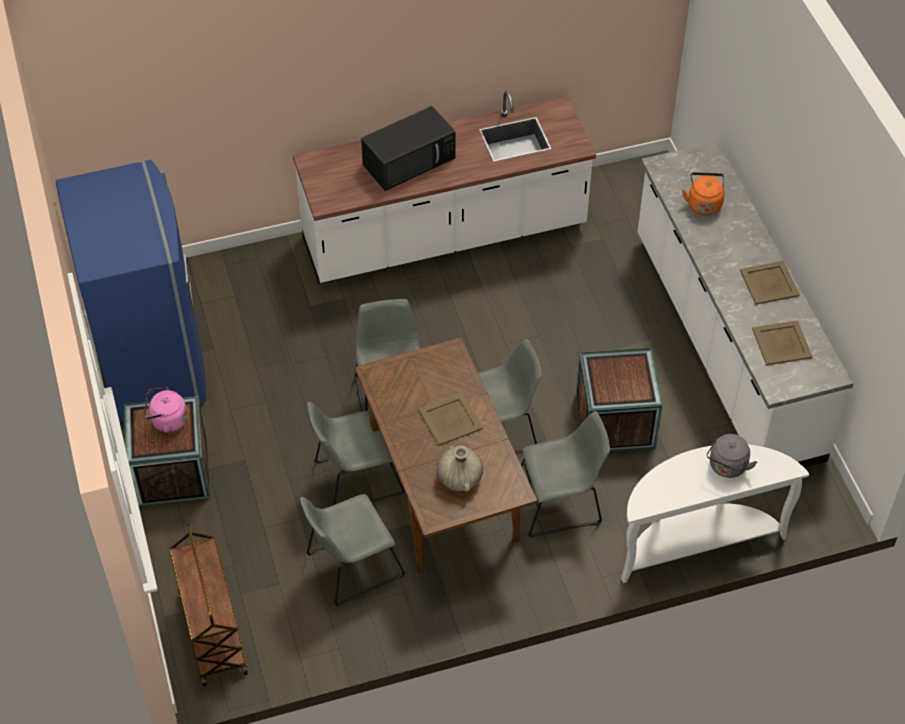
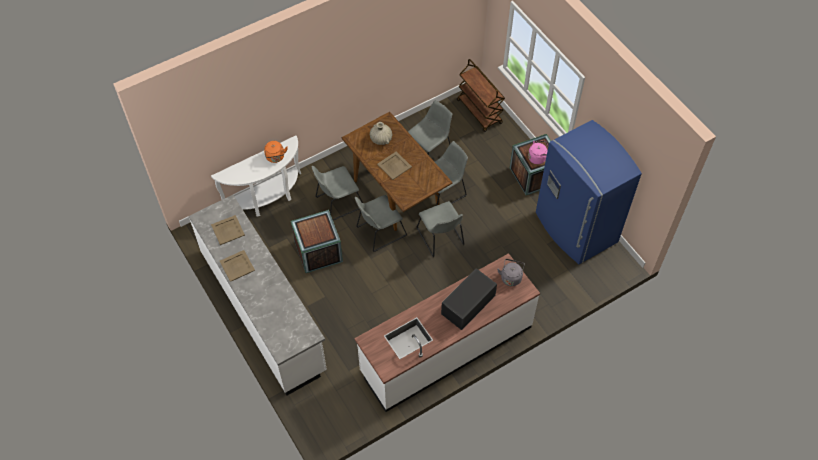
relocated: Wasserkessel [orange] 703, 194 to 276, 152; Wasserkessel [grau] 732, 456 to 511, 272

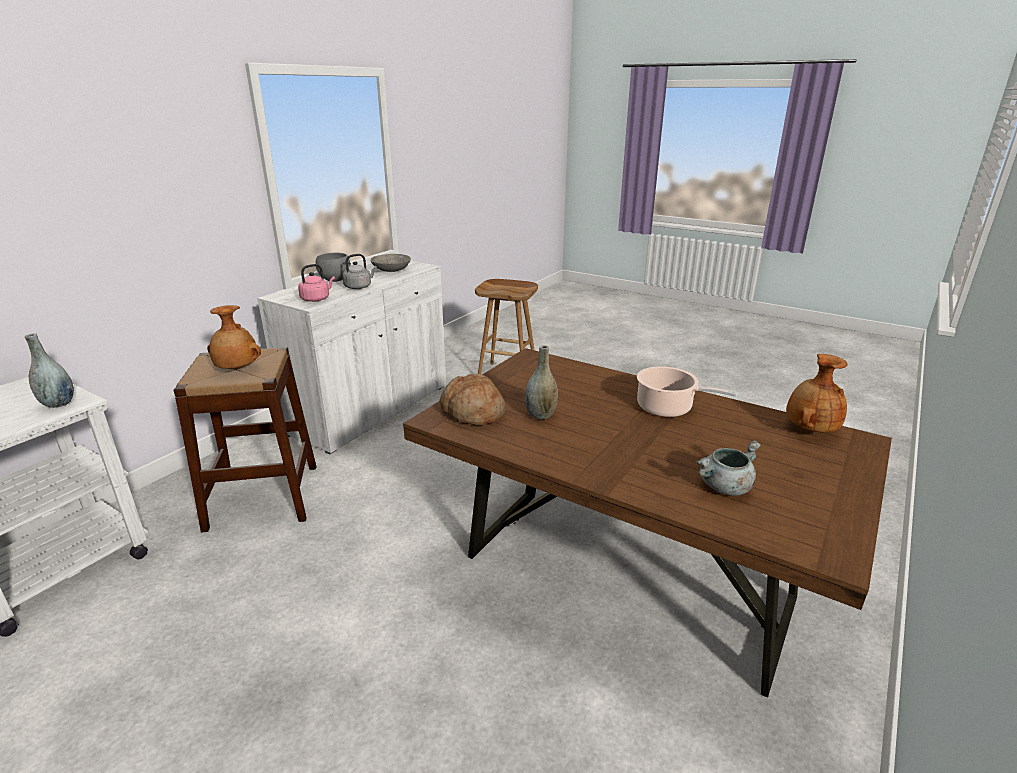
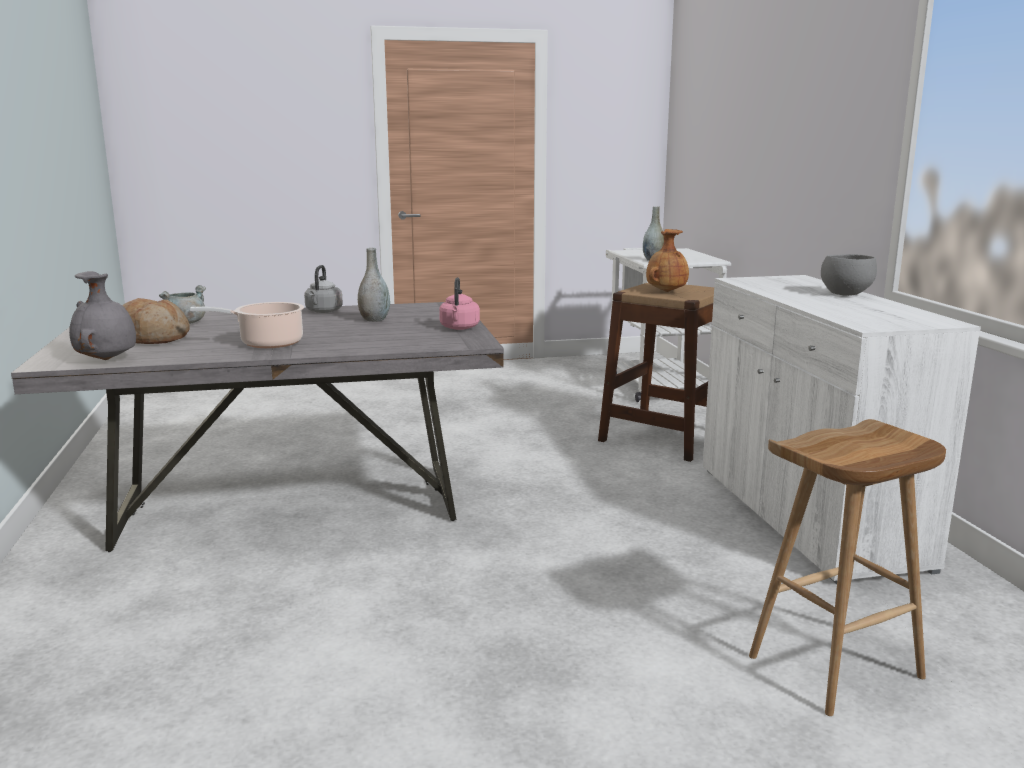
missing: Schüssel [grau] 390, 263
relocated: Wasserkessel [grau] 360, 271 to 323, 289; Wasserkessel [rosa] 316, 283 to 459, 303; Brot 472, 399 to 156, 321
colour: Esstisch [braun] 647, 523 to Esstisch [grau] 257, 427; Vase [braun] 817, 393 to Vase [grau] 102, 315

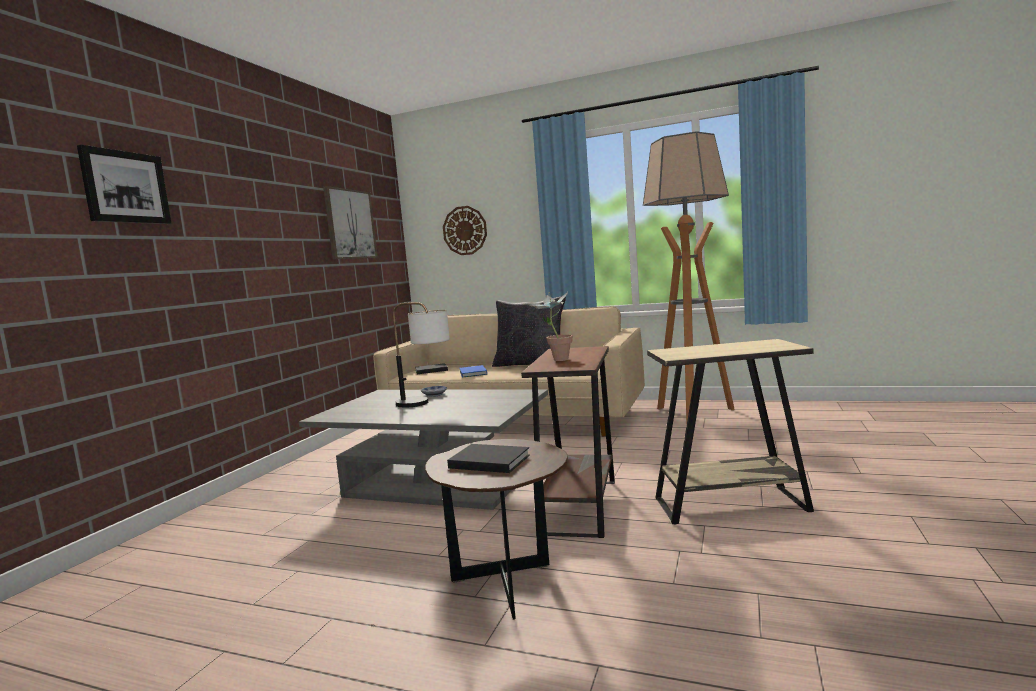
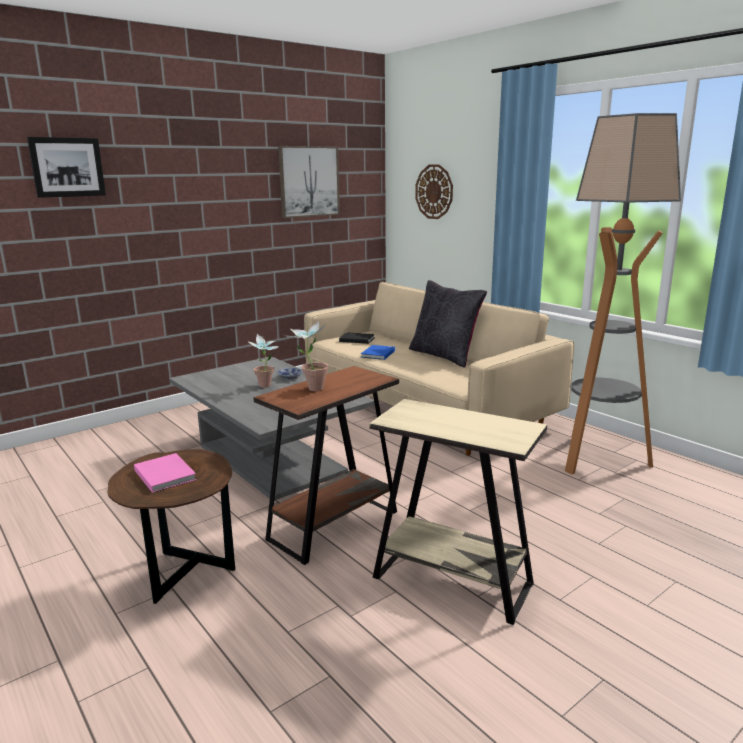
exchanged: Tischlampe 421, 354 to Topfpflanze 263, 361
colour: Buch [schwarz] 488, 458 to Buch [rosa] 165, 473

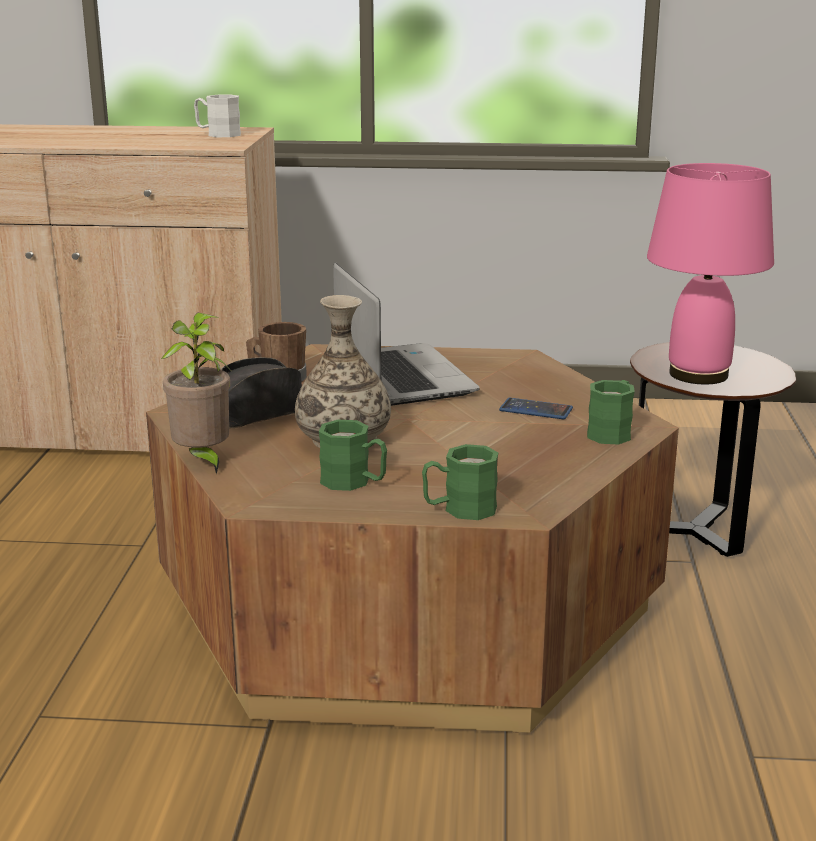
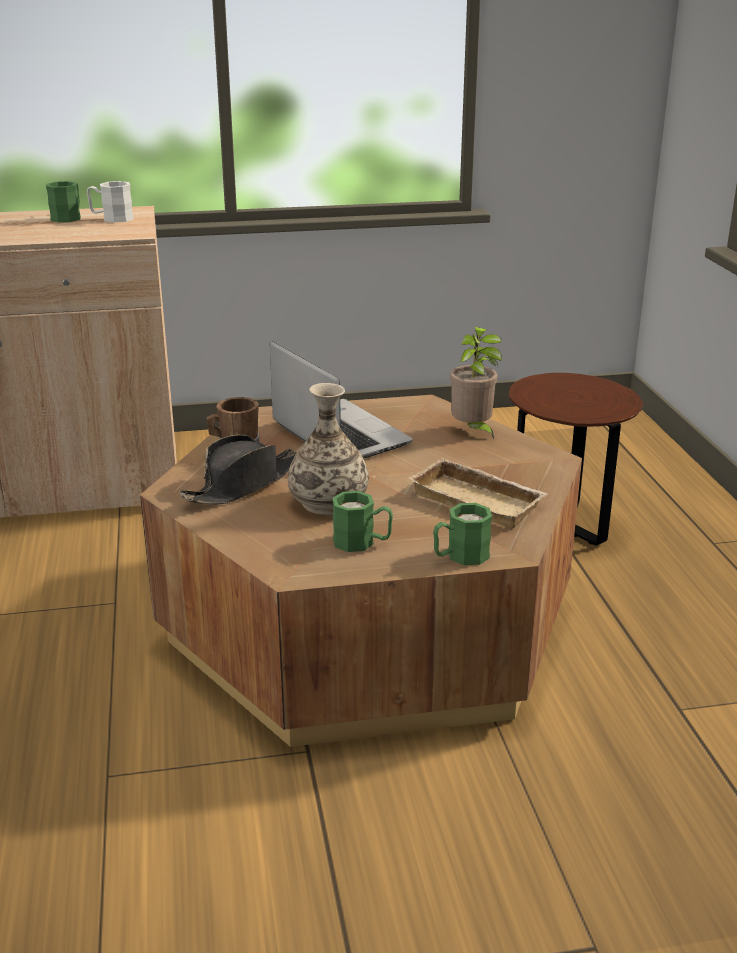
missing: Tischlampe [rosa] 710, 273; Handy 536, 408
appeared: Tablett [beige] 478, 493
relocated: Topfpflanze 195, 393 to 476, 383; Henkelbecher [grün] 611, 412 to 63, 202

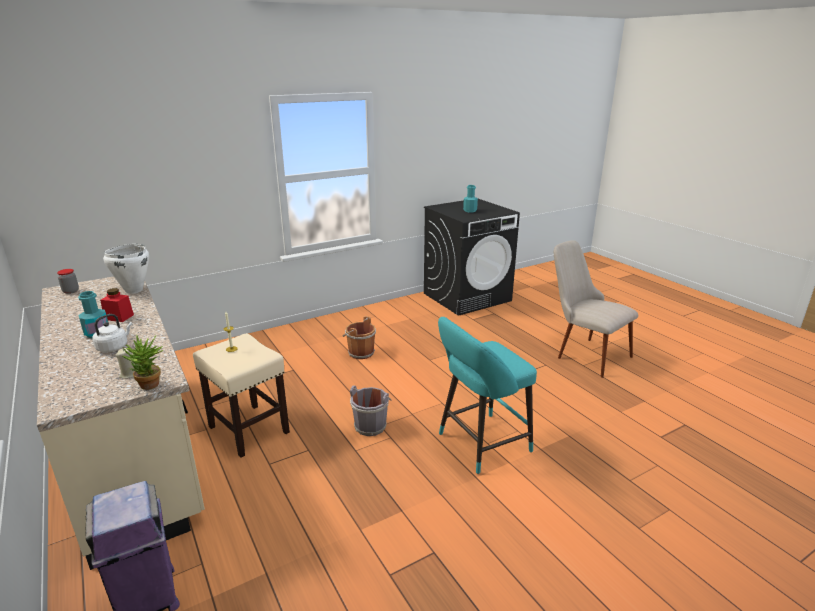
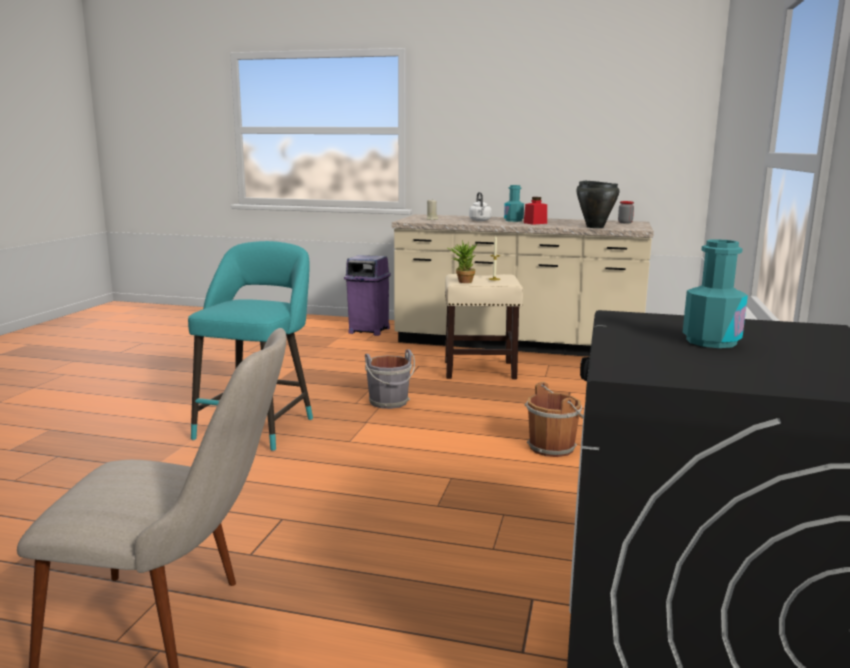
relocated: Topfpflanze 143, 362 to 462, 261
colour: Kochtopf [weiß] 126, 269 to Kochtopf [schwarz] 597, 204

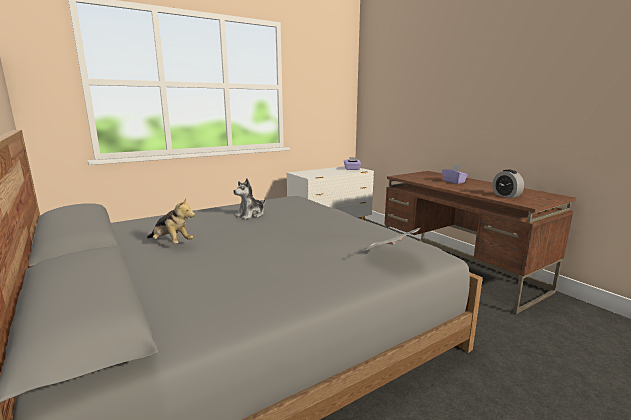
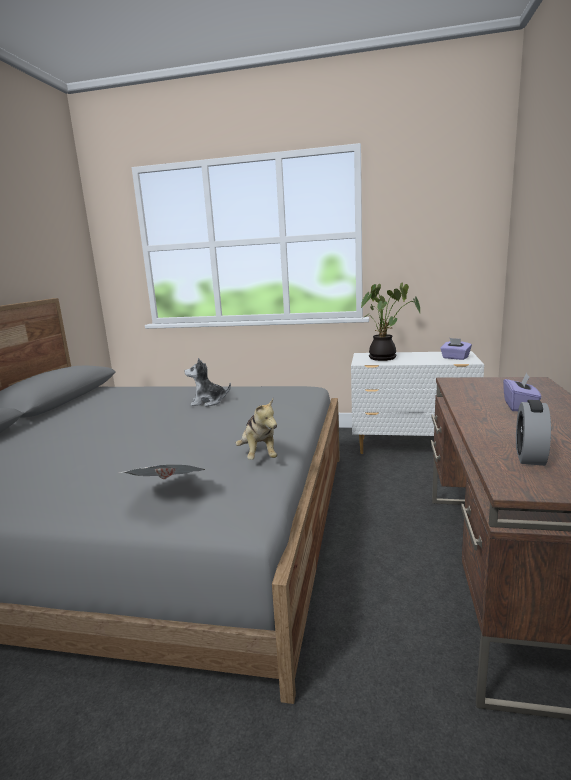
appeared: Topfpflanze 390, 322
relocated: Plüschtier 171, 221 to 256, 429

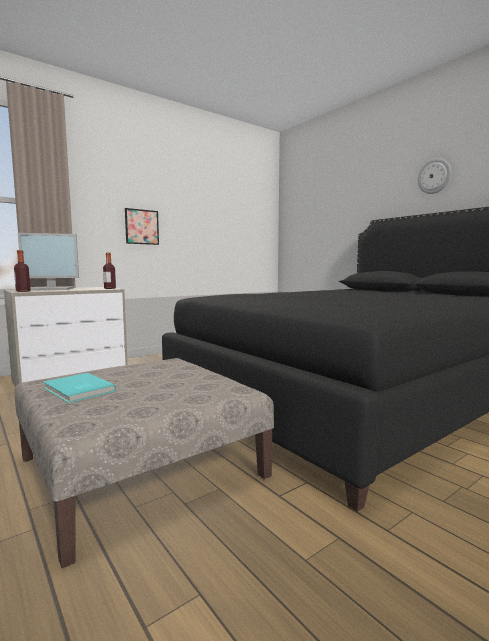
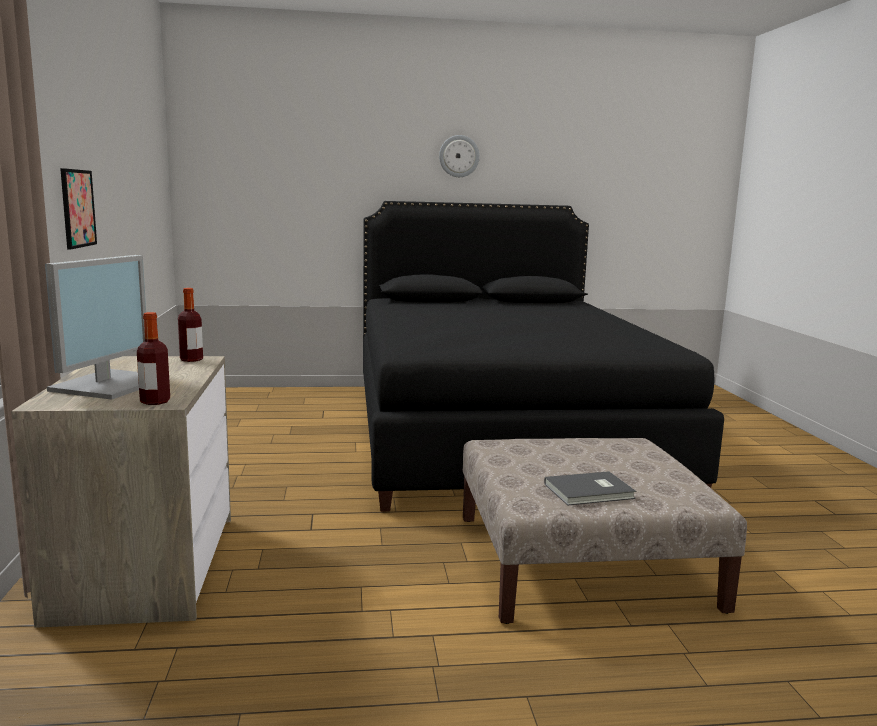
colour: Buch [türkis] 79, 388 to Buch [grau] 590, 488

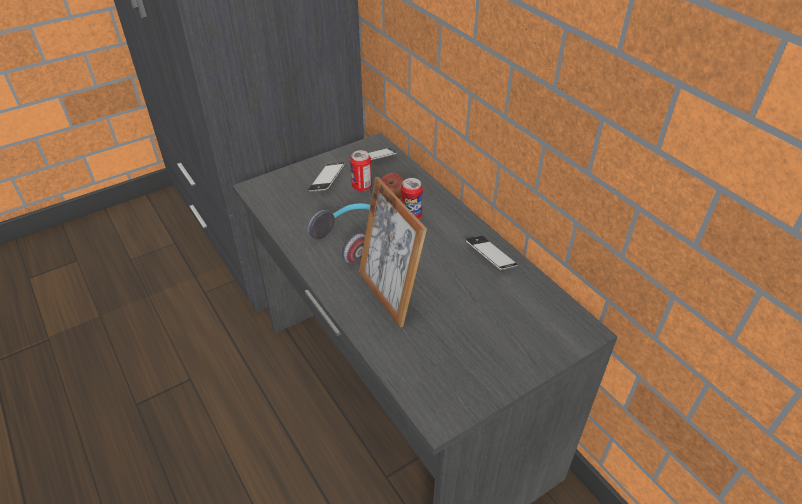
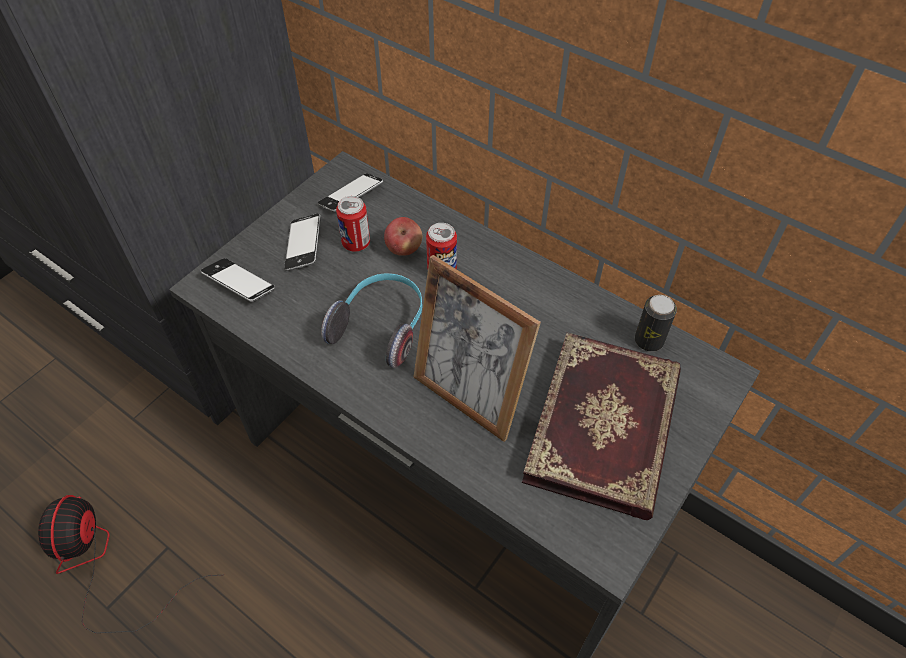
appeared: Dose 656, 323; Buch 601, 426; Ventilator 129, 564
relocated: Handy 491, 253 to 237, 280

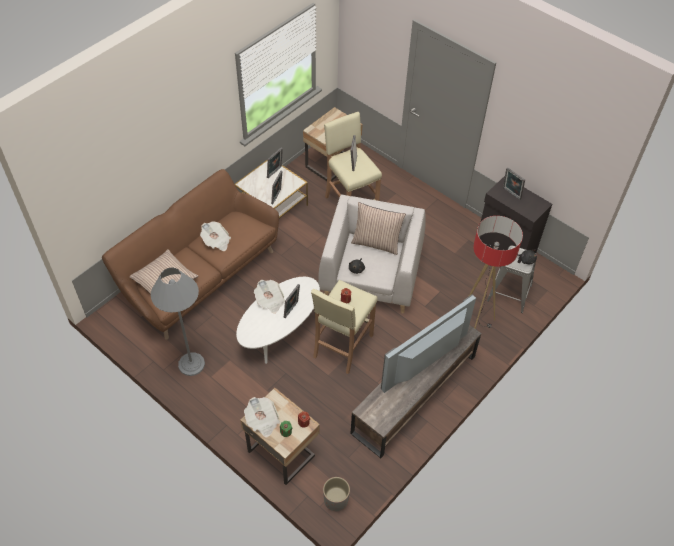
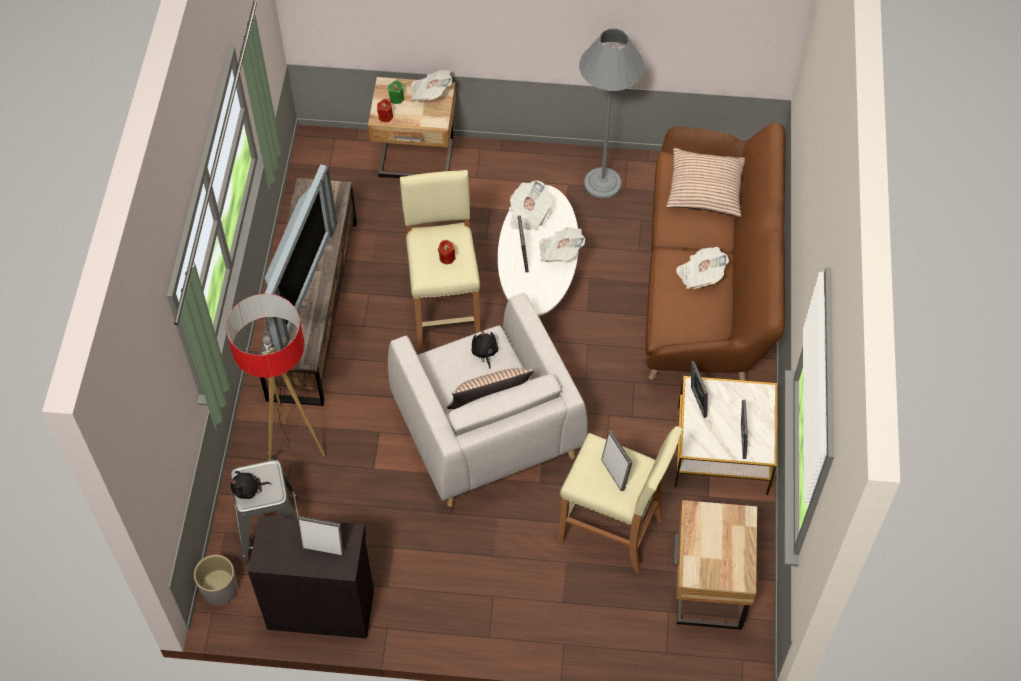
appeared: Zeitung 531, 206
relocated: Pflanzkübel [grau] 336, 494 to 216, 580

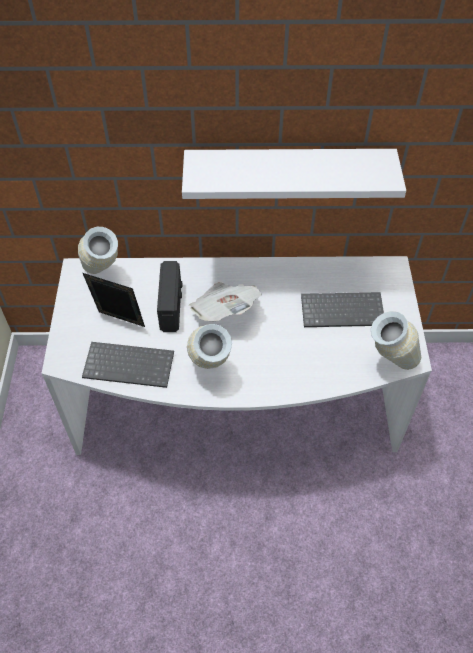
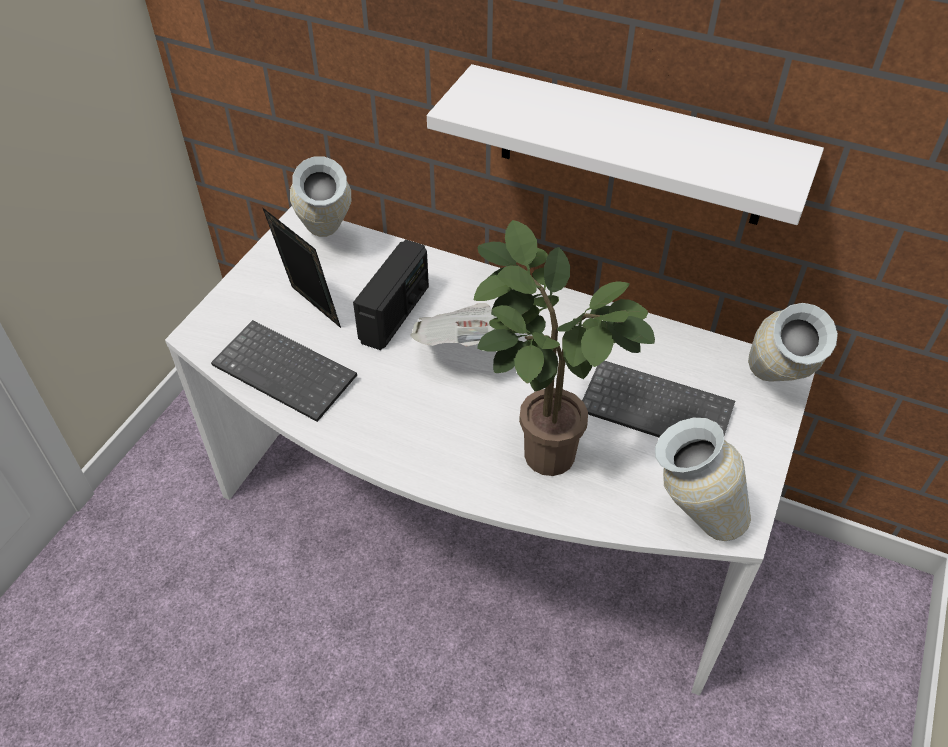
appeared: Topfpflanze 564, 348
relocated: Vase 209, 346 to 793, 342

